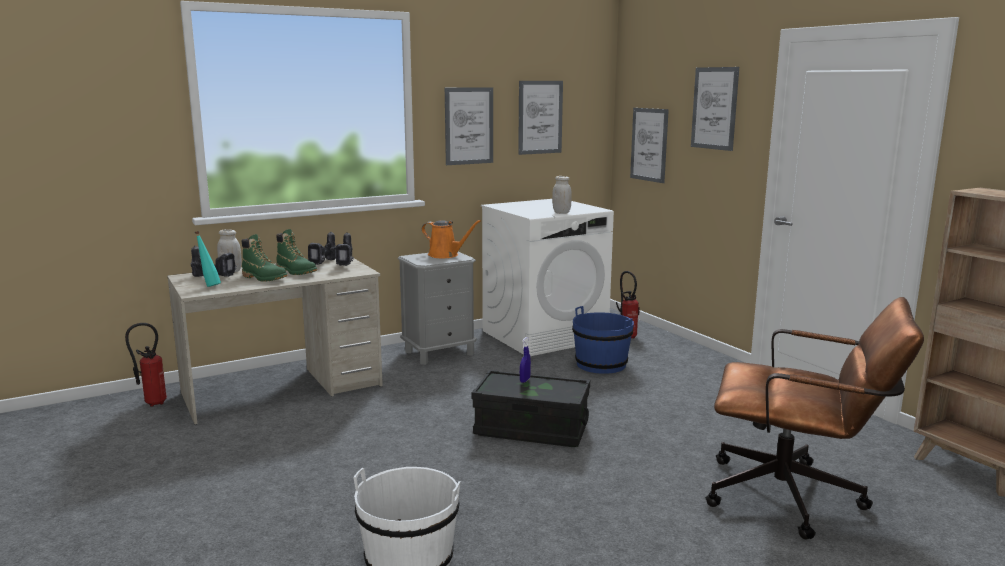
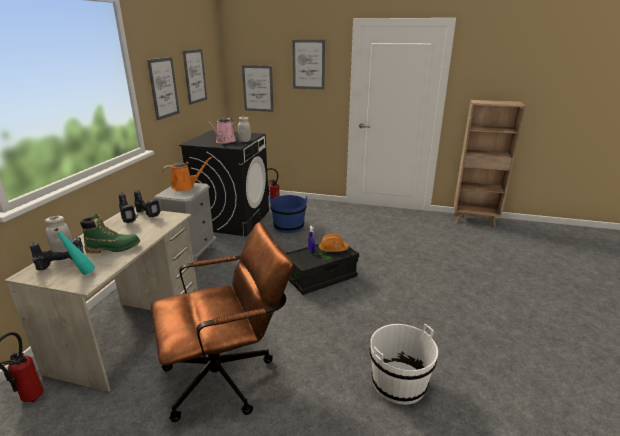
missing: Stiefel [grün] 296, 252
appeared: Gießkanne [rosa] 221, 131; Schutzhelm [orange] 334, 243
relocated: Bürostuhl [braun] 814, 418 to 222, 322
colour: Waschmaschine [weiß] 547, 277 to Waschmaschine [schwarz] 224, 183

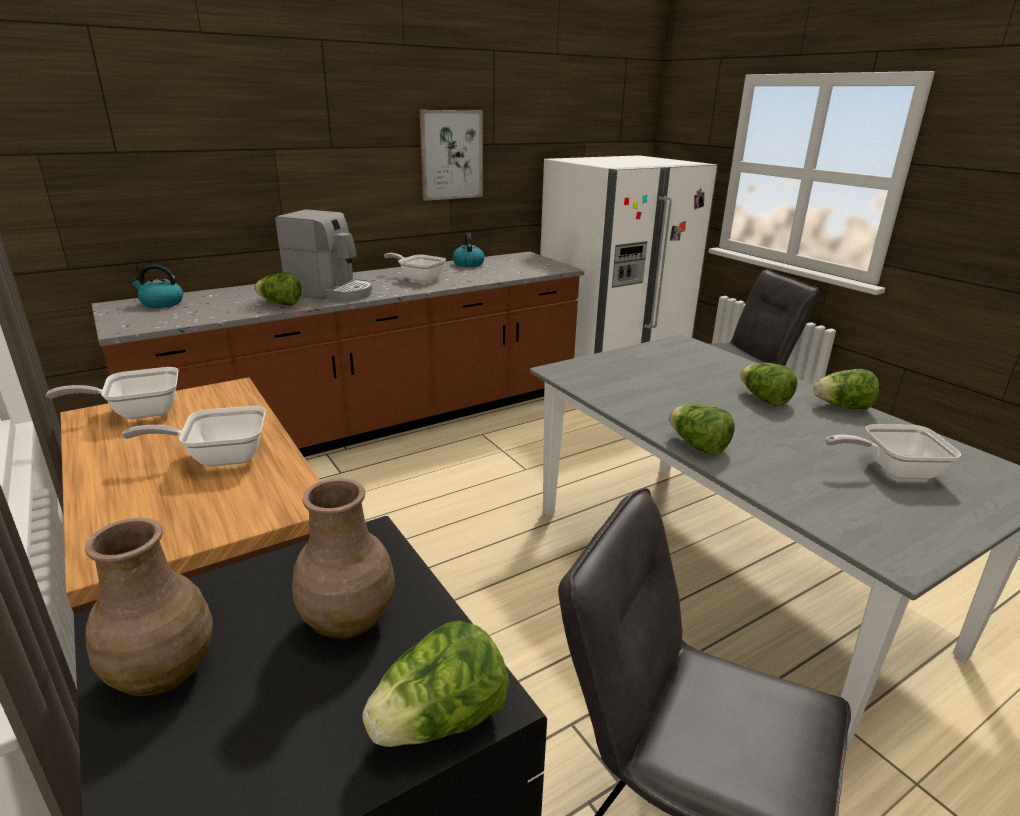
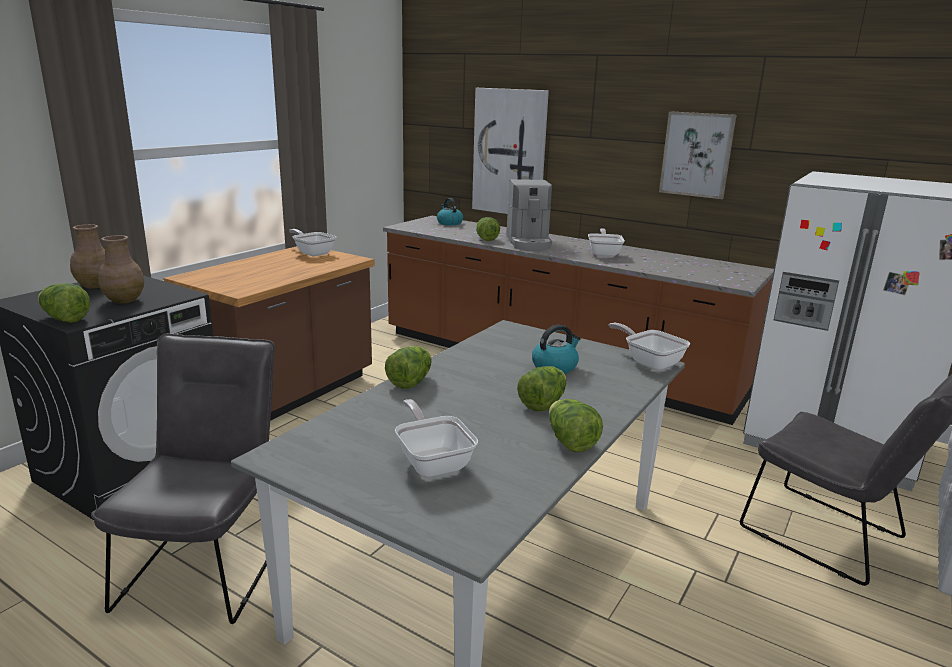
appeared: Bild 510, 151
relocated: Wasserkessel 469, 250 to 556, 349; Pfanne 194, 436 to 649, 346

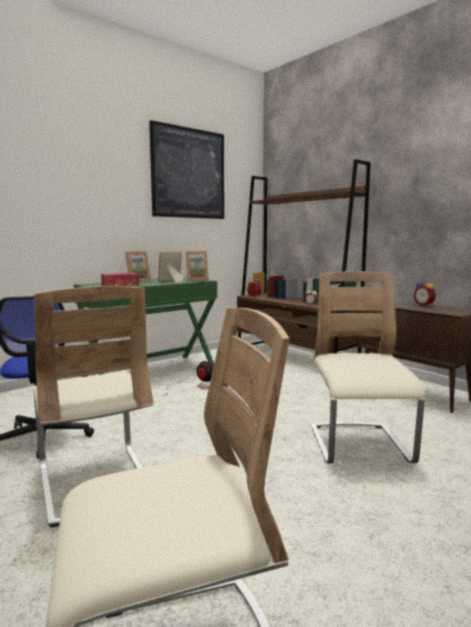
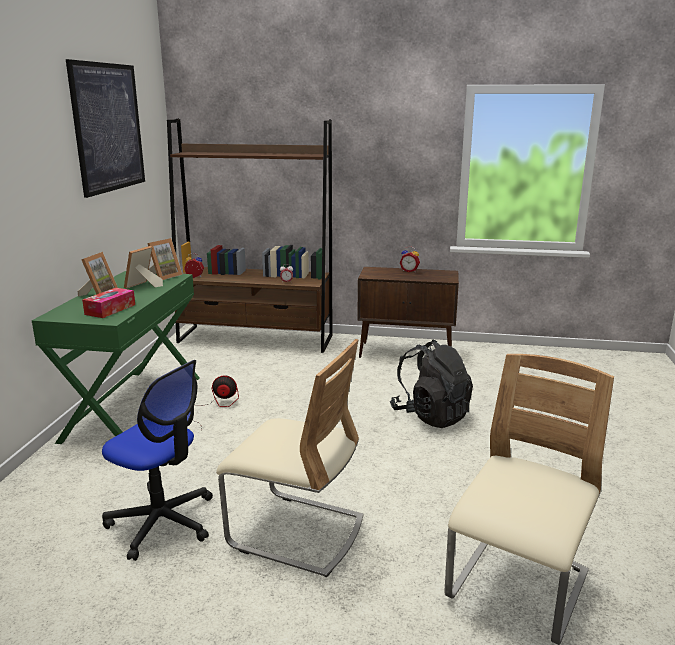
exchanged: Stuhl [beige] 368, 367 to Rucksack [schwarz] 431, 384

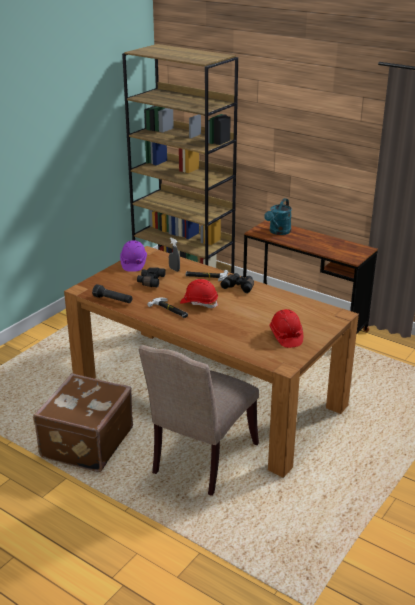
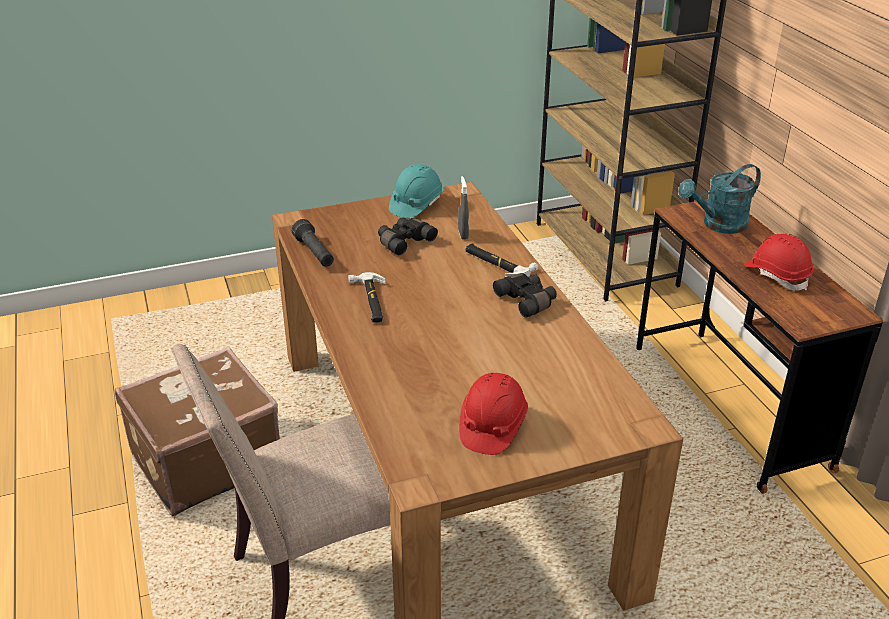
relocated: Schutzhelm [rot] 199, 293 to 778, 262
colour: Schutzhelm [lila] 133, 256 to Schutzhelm [türkis] 416, 191

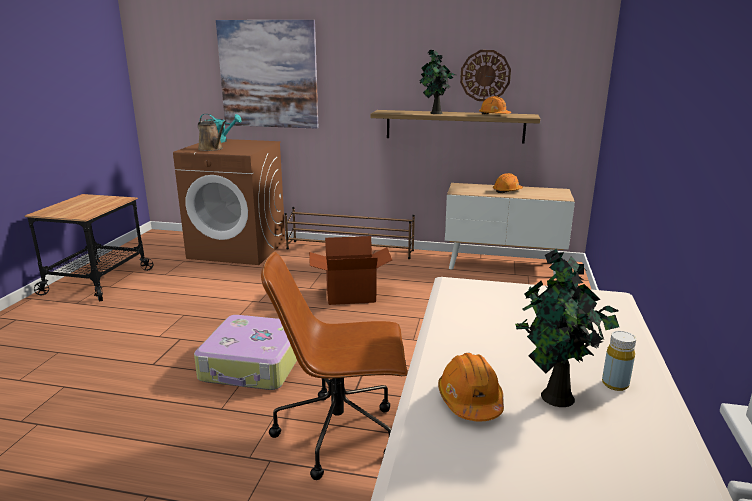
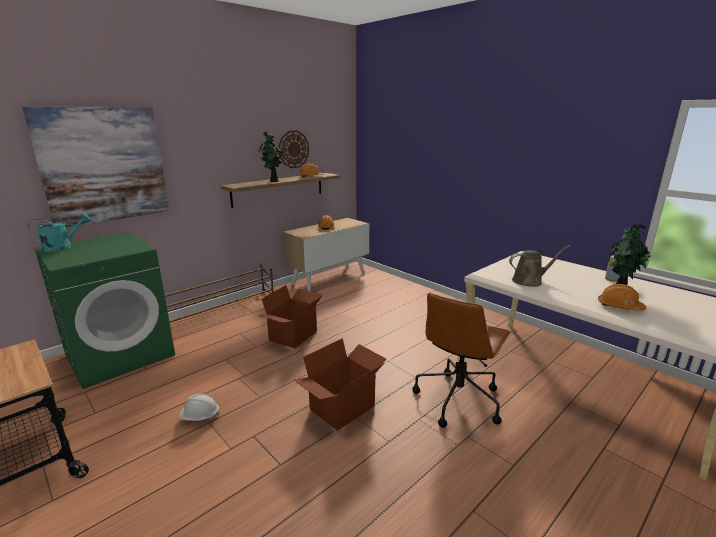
appeared: Schutzhelm [weiß] 199, 407
relocated: Gießkanne [braun] 212, 135 to 539, 266
exchanged: Koffer 245, 352 to Karton 340, 384
colour: Waschmaschine [braun] 229, 202 to Waschmaschine [grün] 104, 310

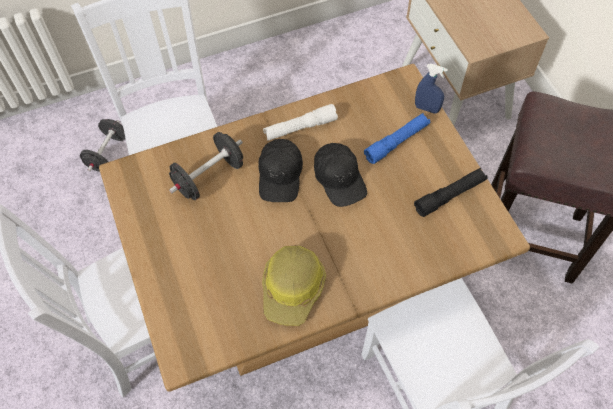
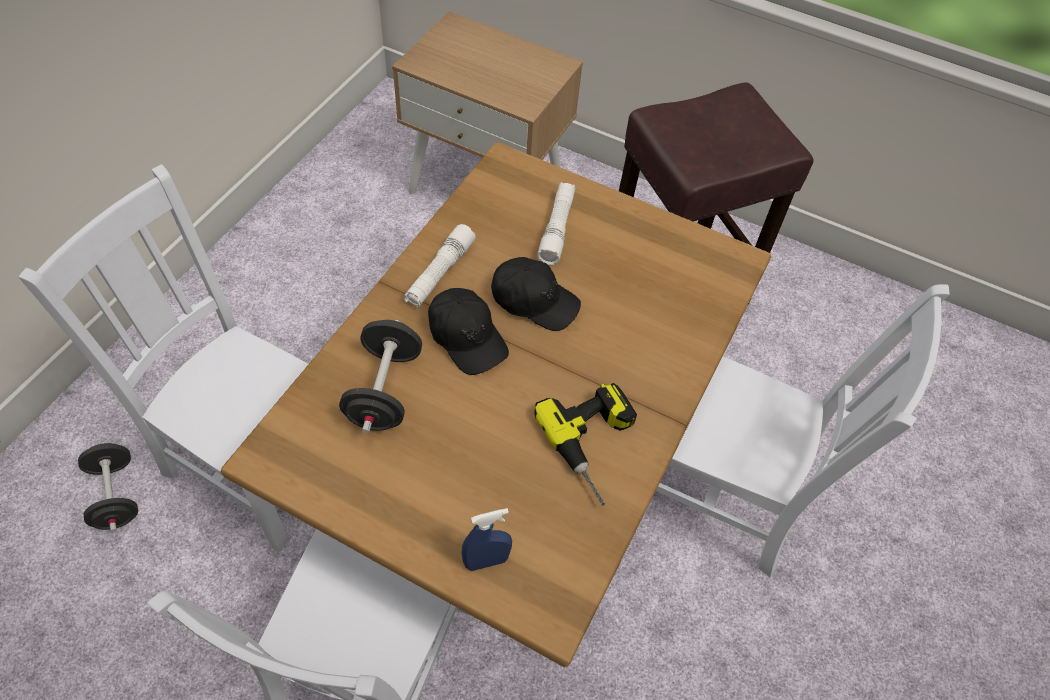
missing: Taschenlampe [schwarz] 451, 192
relocated: Sprühflasche [blau] 431, 89 to 487, 539
exchanged: Schutzhelm 294, 286 to Bohrmaschine 585, 444
colour: Taschenlampe [blau] 397, 138 to Taschenlampe [weiß] 556, 223

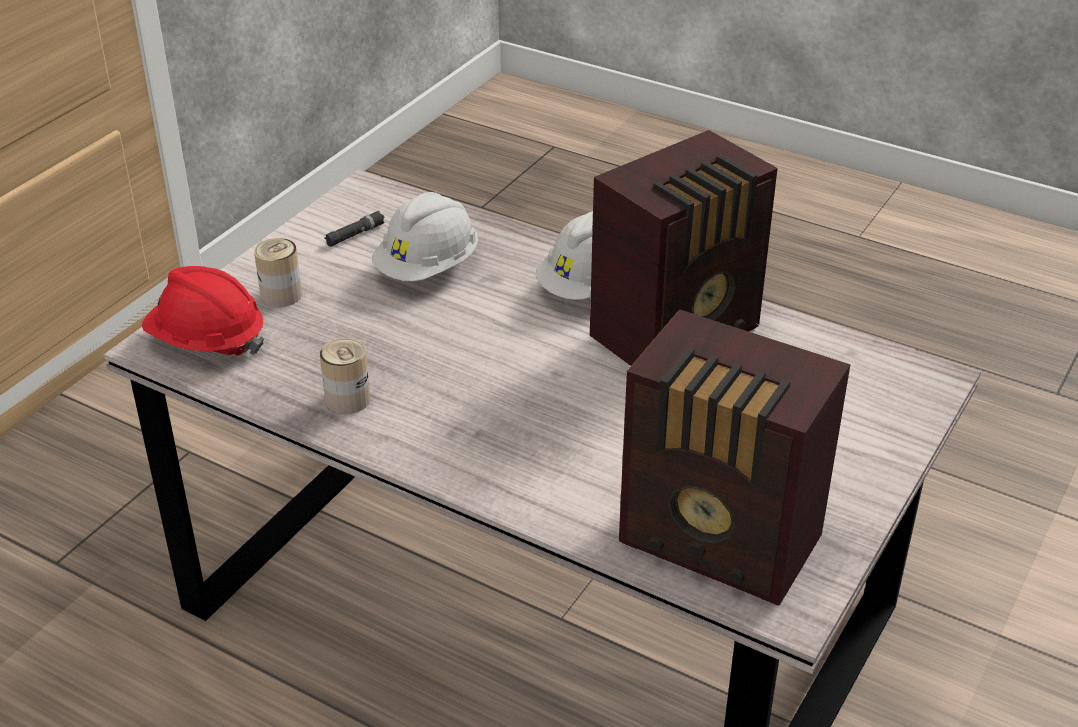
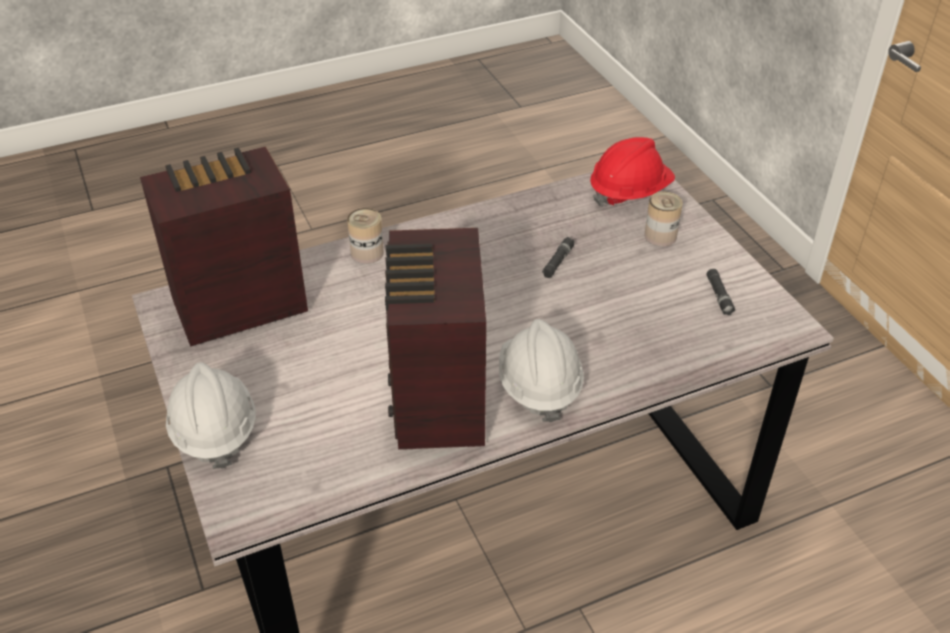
appeared: Taschenlampe [schwarz] 558, 257
relocated: Schutzhelm [weiß] 425, 236 to 211, 415; Dose 345, 376 to 365, 236

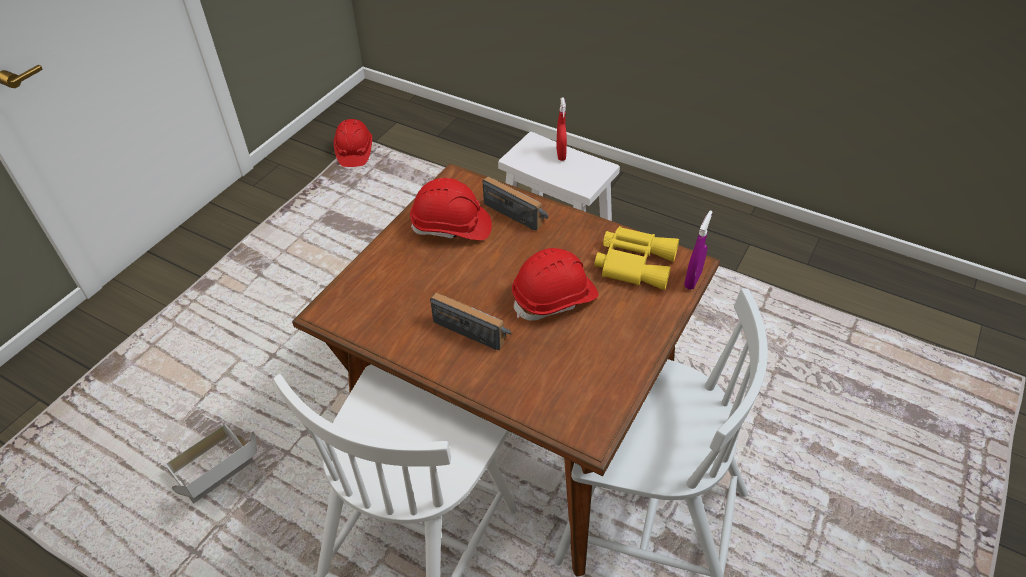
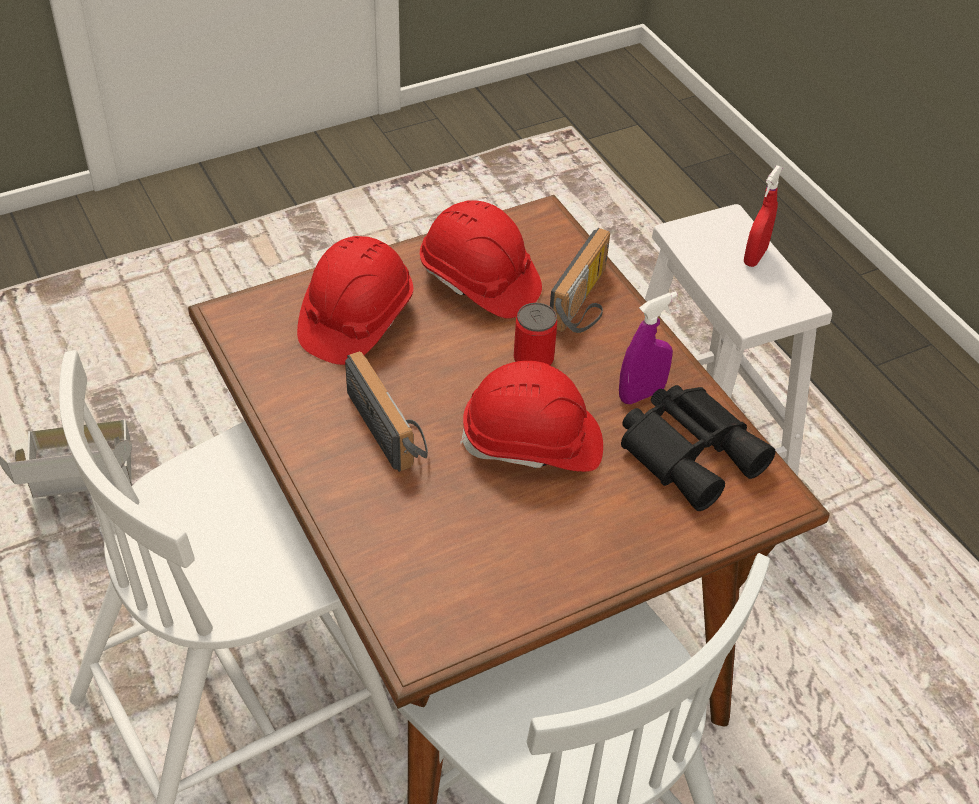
appeared: Dose 535, 334
relocated: Schutzhelm [rot] 352, 143 to 355, 300; Sprühflasche [lila] 698, 250 to 648, 347
colour: Fernglas [gelb] 636, 258 to Fernglas [schwarz] 698, 448
spun: Radio 515, 204 = 580, 280 45 degrees clockwise

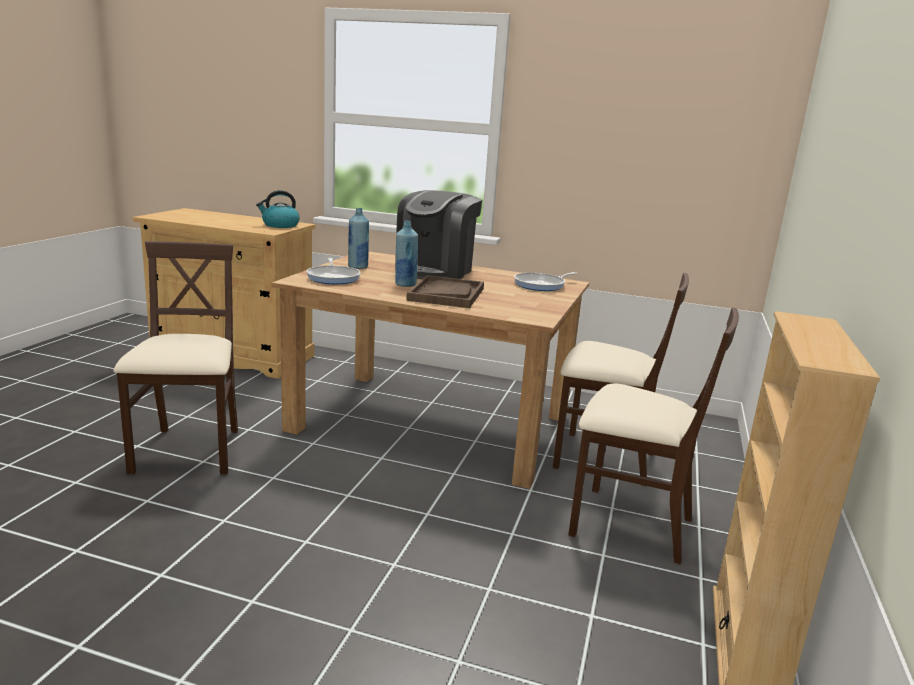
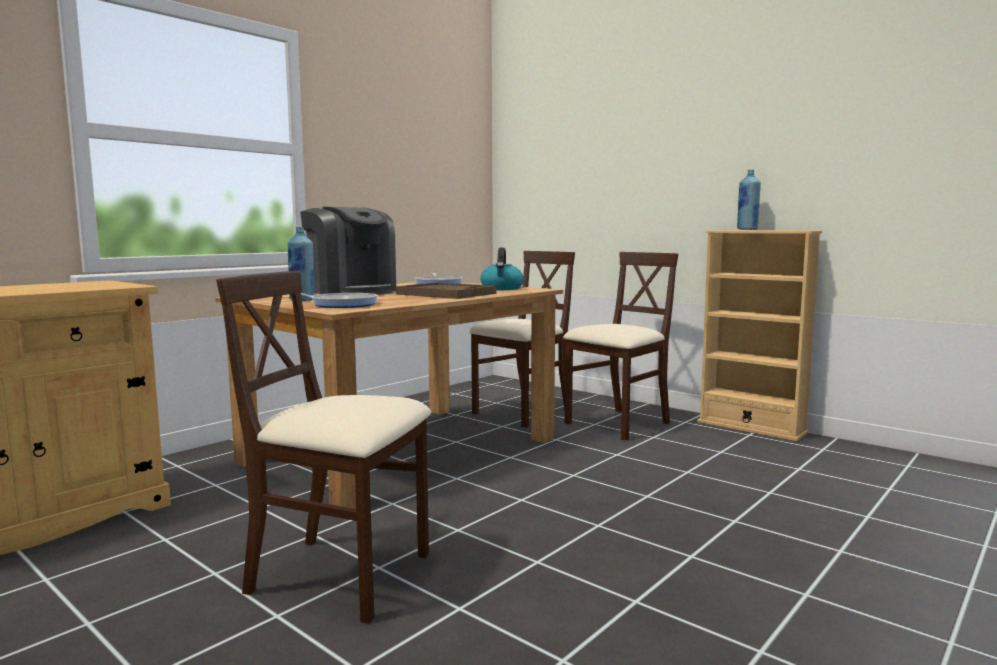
relocated: Wasserkessel 278, 209 to 502, 269; Flasche [blau] 406, 254 to 749, 200

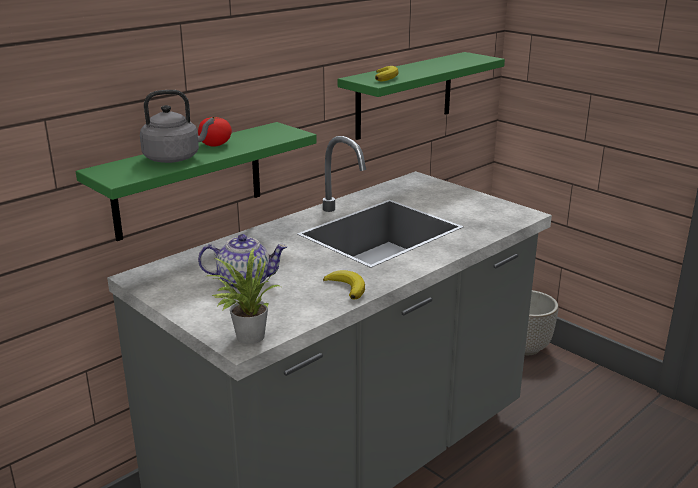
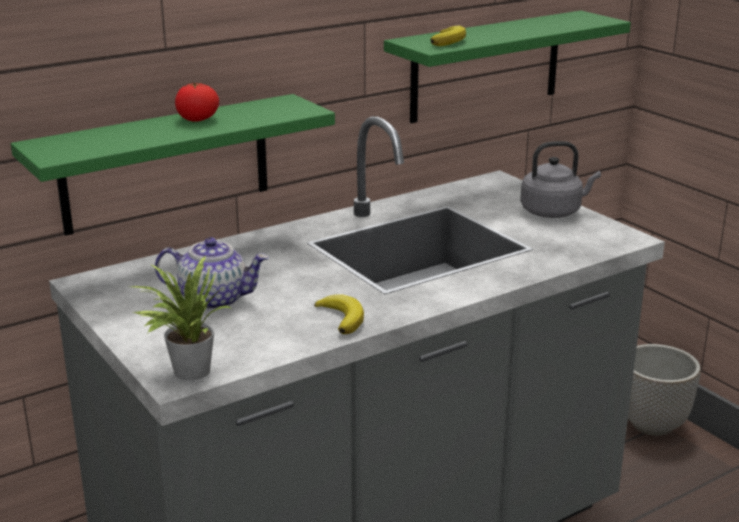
relocated: Wasserkessel [grau] 177, 126 to 560, 179

